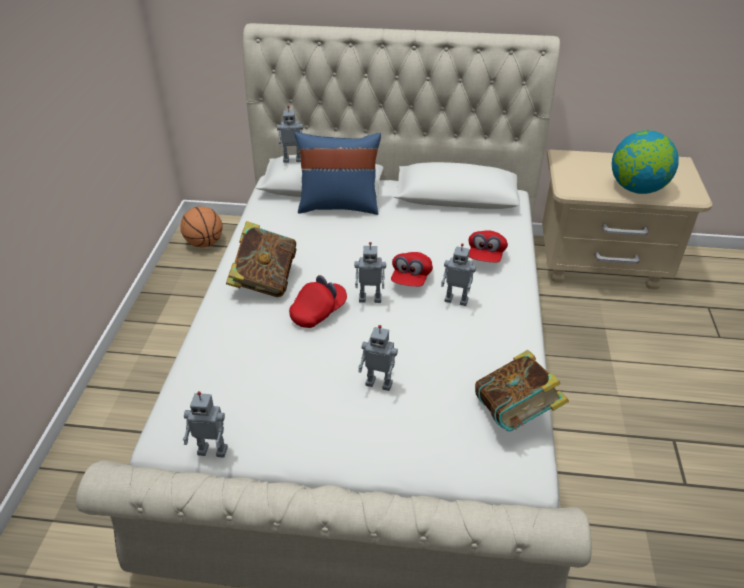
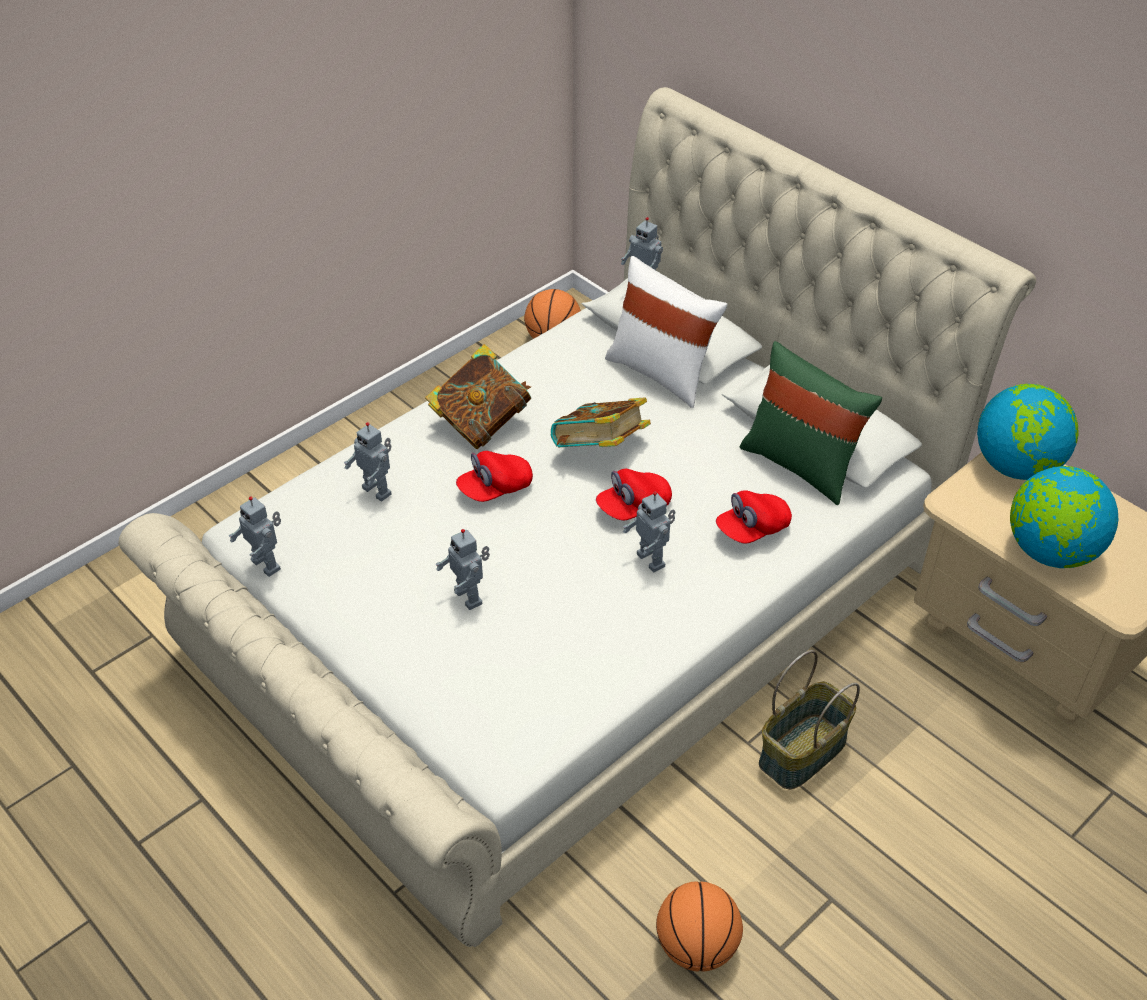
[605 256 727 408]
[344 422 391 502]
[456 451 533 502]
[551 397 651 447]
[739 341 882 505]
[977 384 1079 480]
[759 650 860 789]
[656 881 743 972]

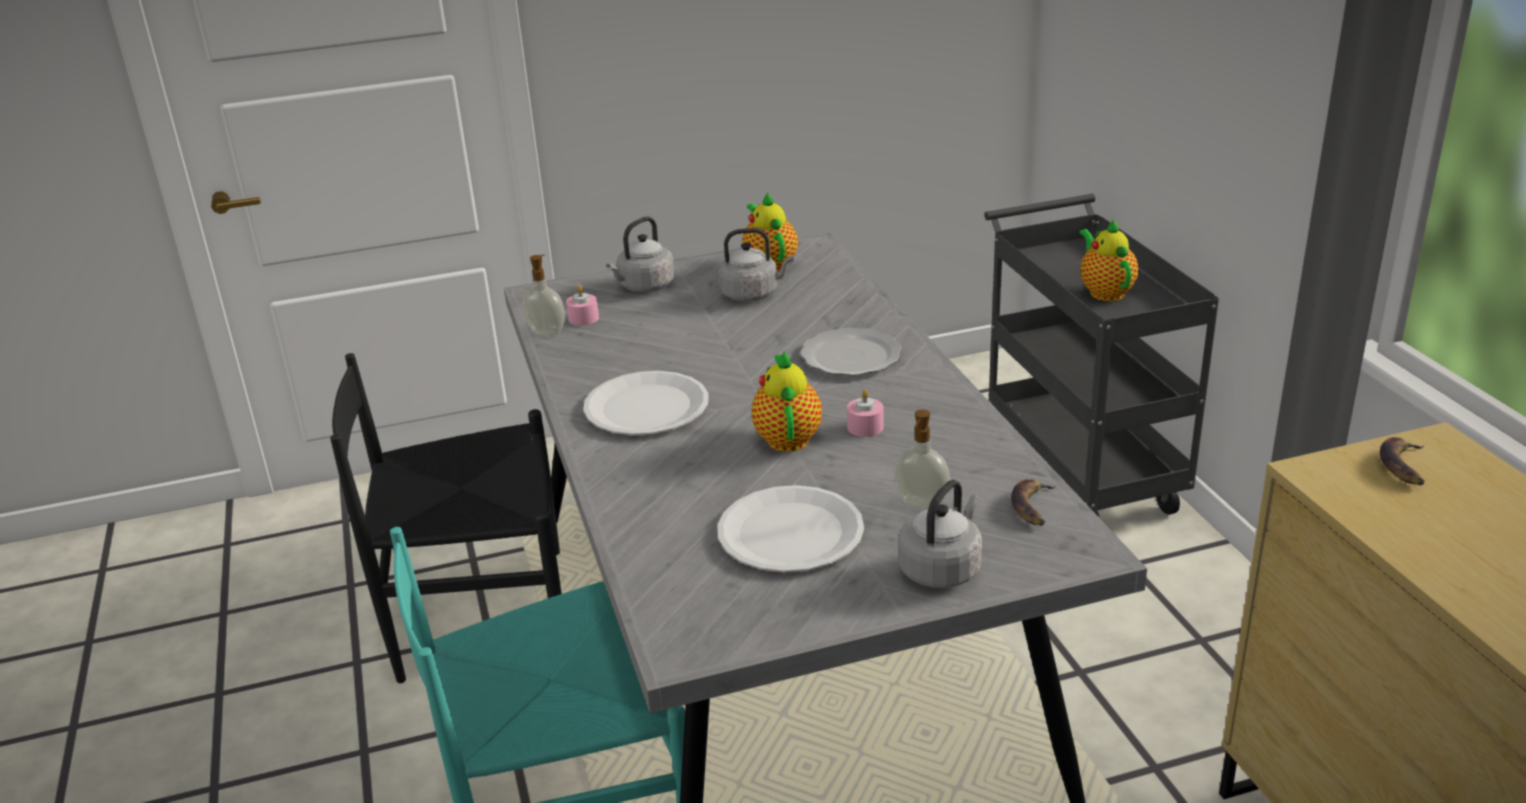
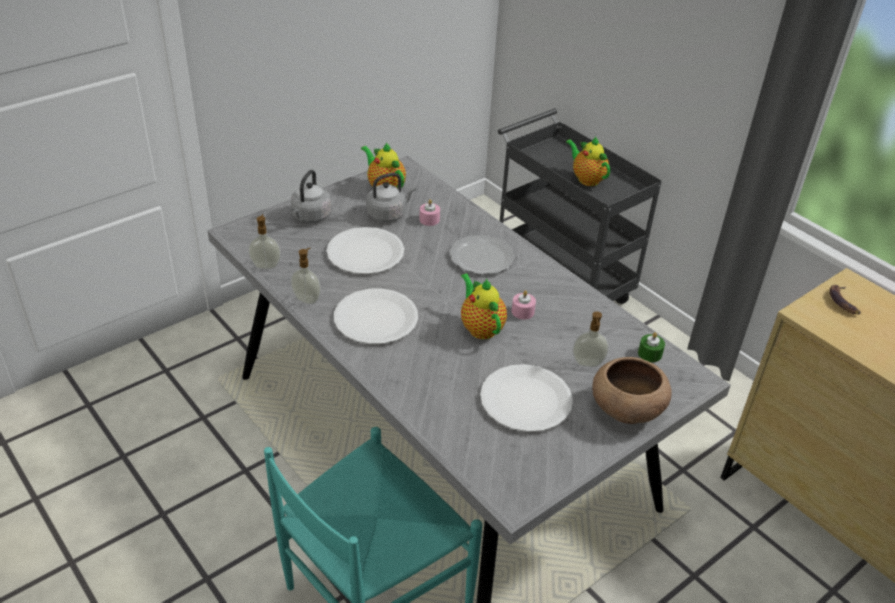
[419 199 440 226]
[330 353 562 683] (first image)
[638 332 665 362]
[592 357 672 424]
[326 227 404 274]
[291 248 321 304]

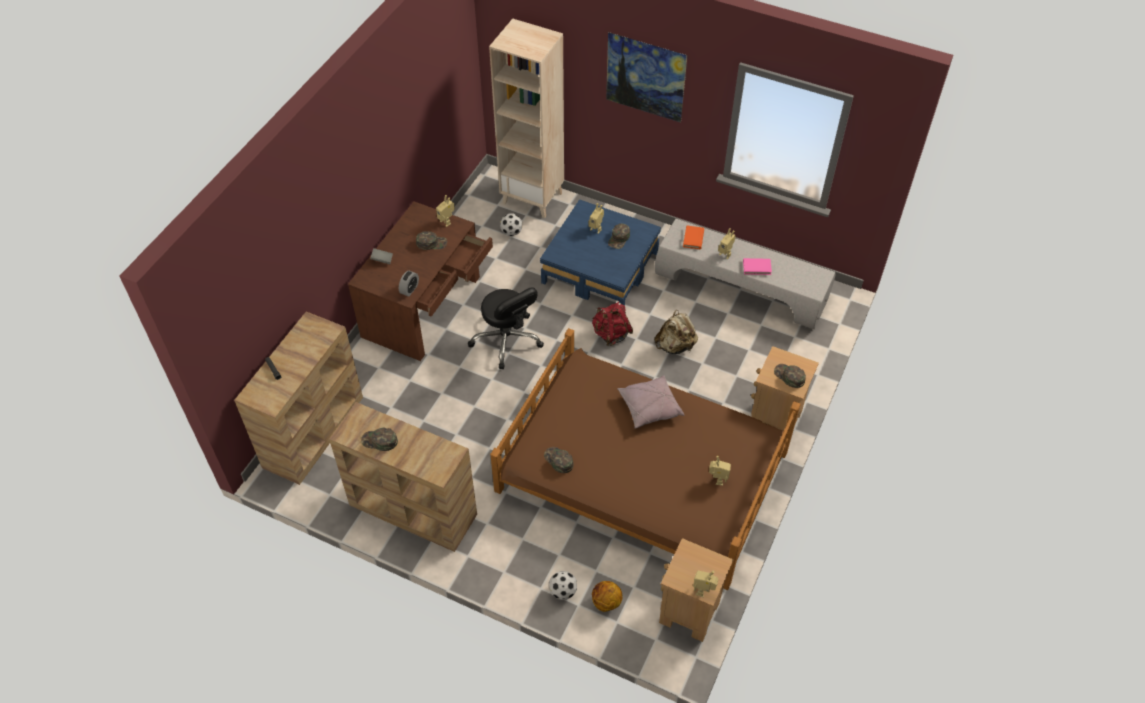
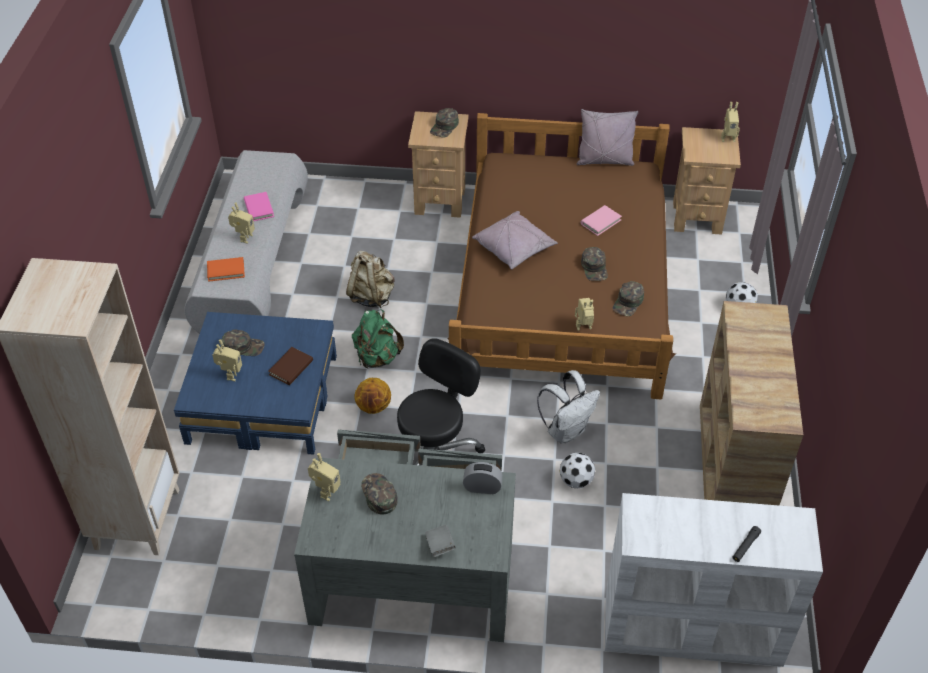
[606 32 688 122] (first image)
[294 430 516 642]
[560 453 595 488]
[352 309 404 369]
[605 493 823 667]
[581 247 608 281]
[575 298 594 331]
[354 378 391 414]
[576 109 638 166]
[580 205 622 236]
[268 347 313 385]
[537 370 600 444]

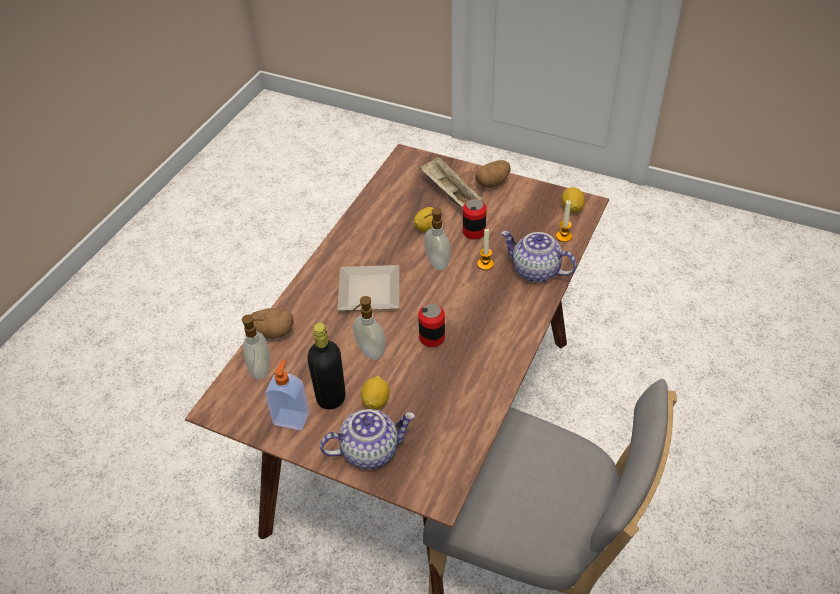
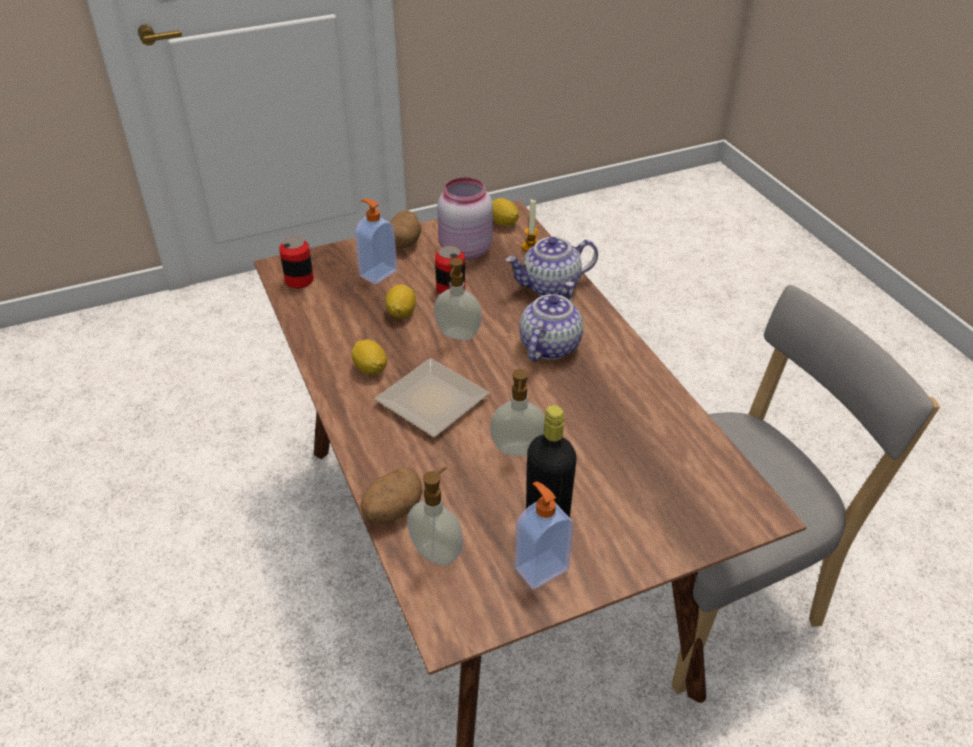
[355 199 397 284]
[477 229 494 270] (first image)
[279 237 314 289]
[351 340 387 375]
[519 282 583 362]
[437 177 493 260]

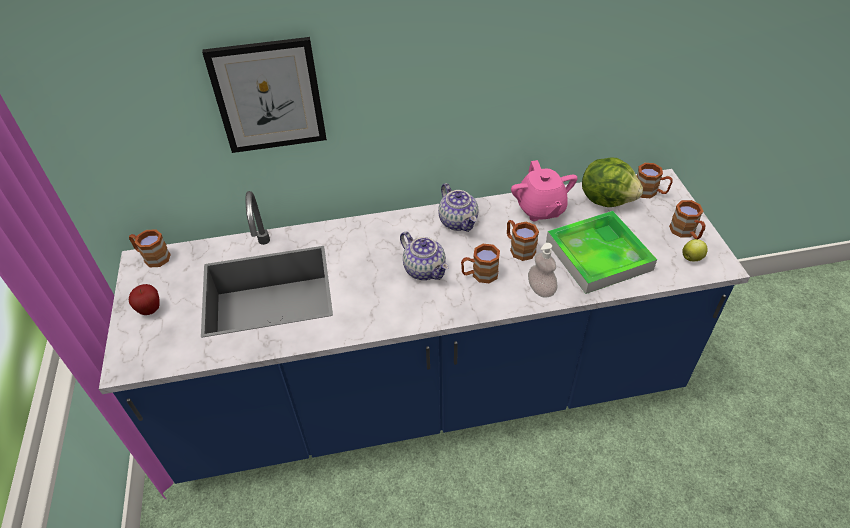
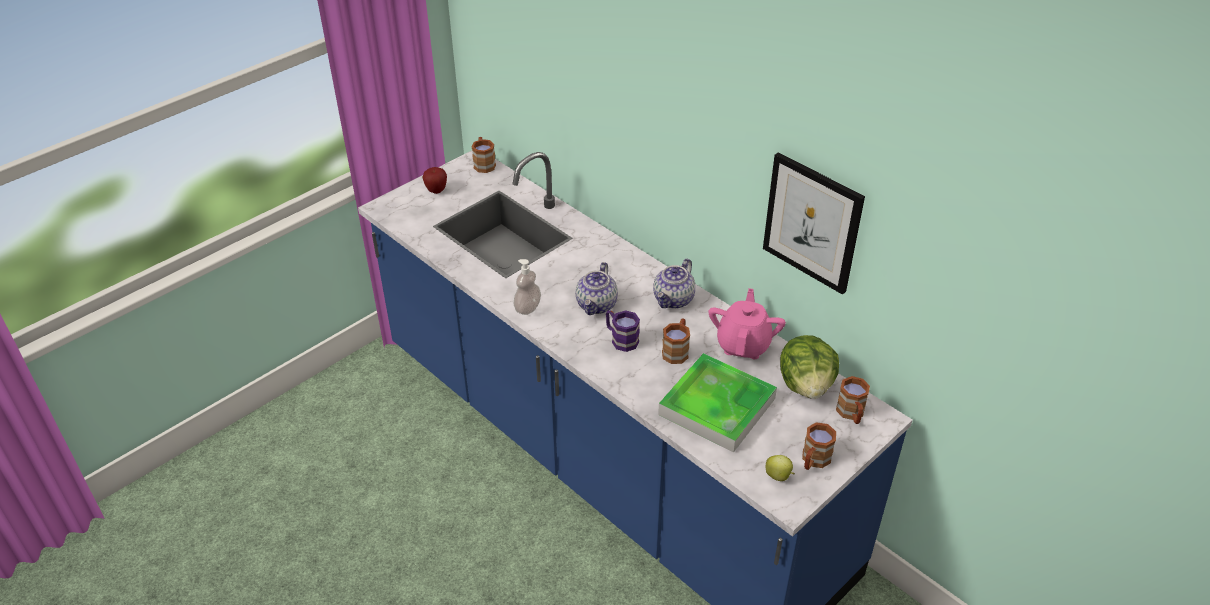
[763 152 865 295]
[708 288 786 359]
[514 259 541 315]
[606 310 640 352]

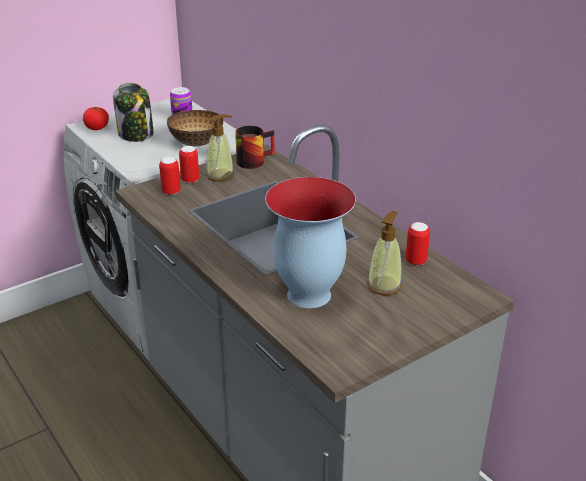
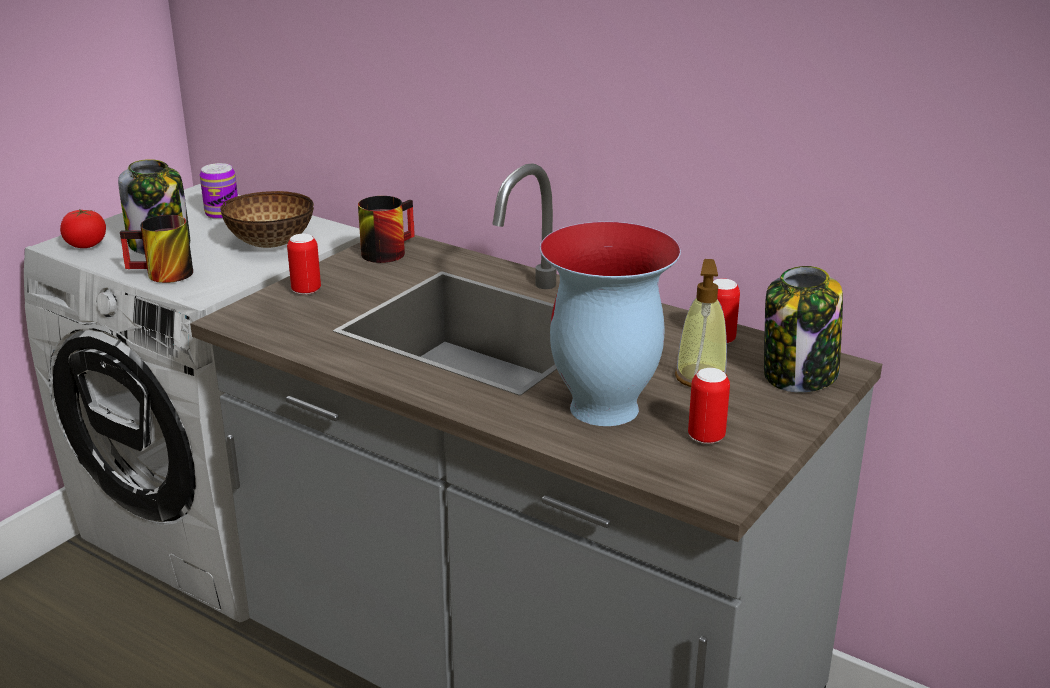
[207 114 234 182] (first image)
[688 368 730 444]
[120 215 193 283]
[764 266 843 393]

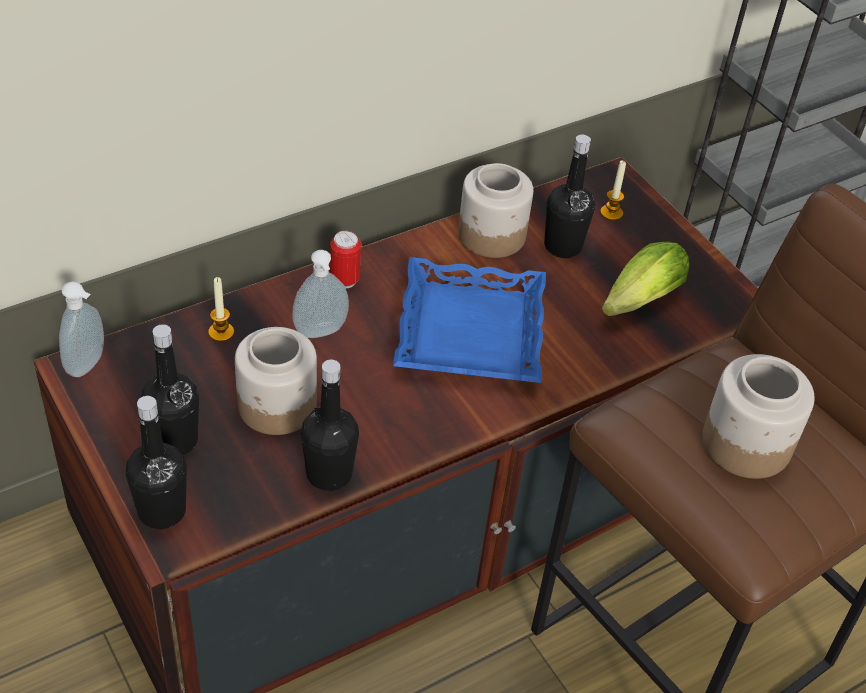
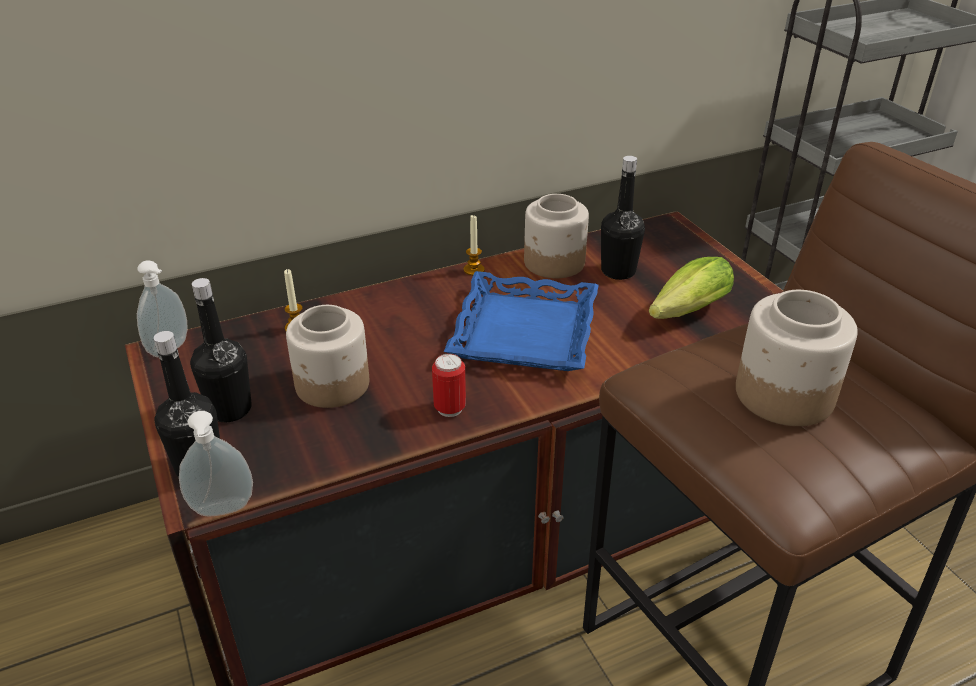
[463 214 485 276]
[432 353 466 417]
[179 411 253 517]
[301 359 359 491] (first image)

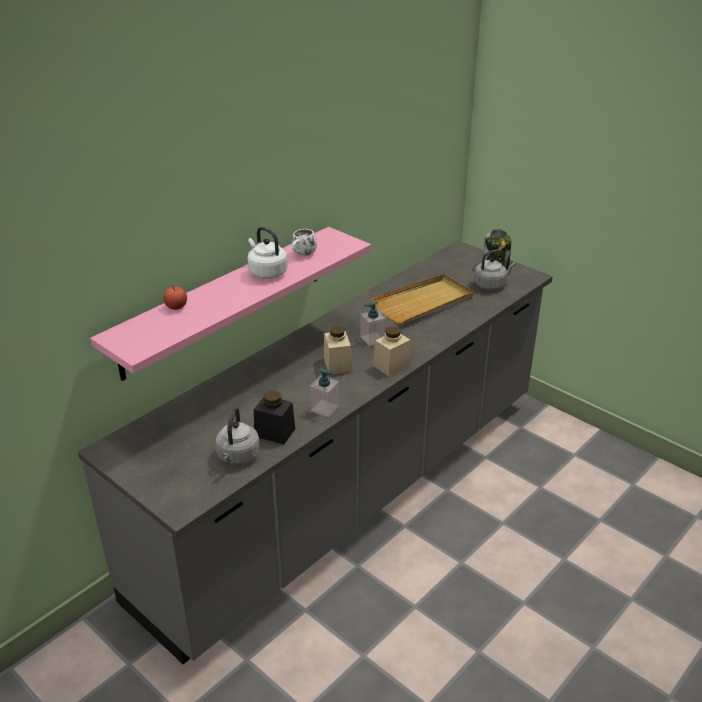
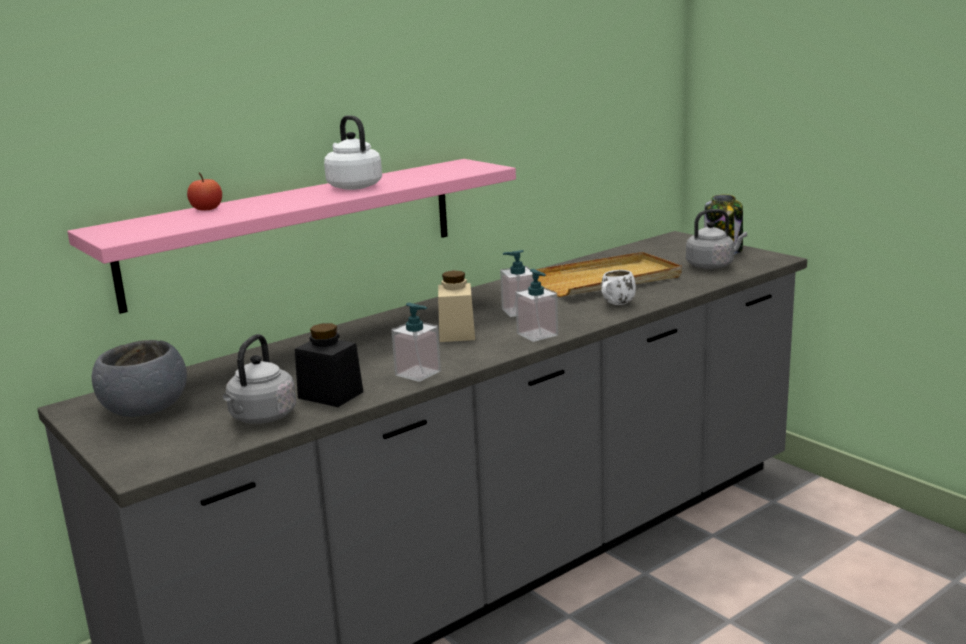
[602 270 636 305]
[515 269 558 342]
[92 340 187 417]

